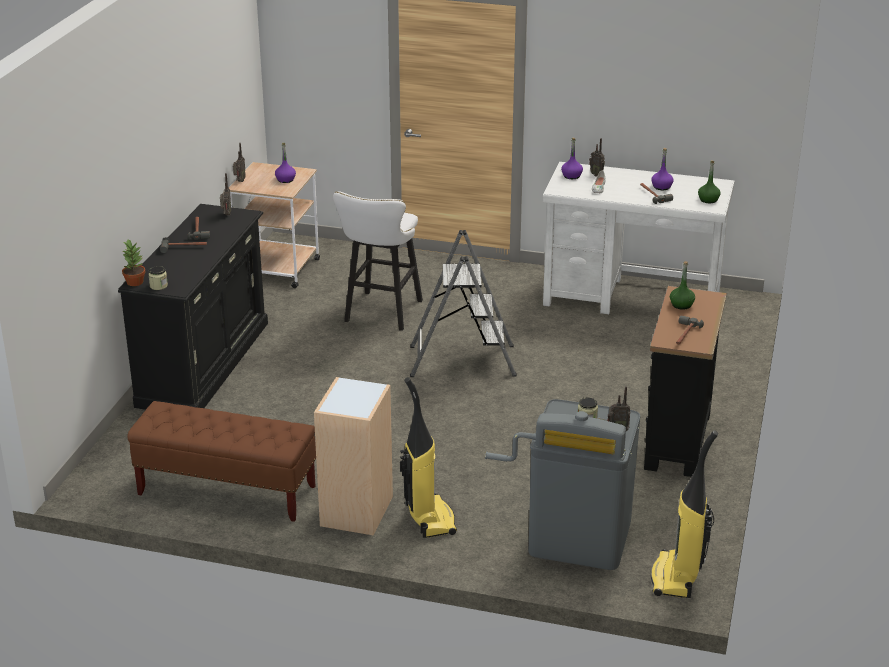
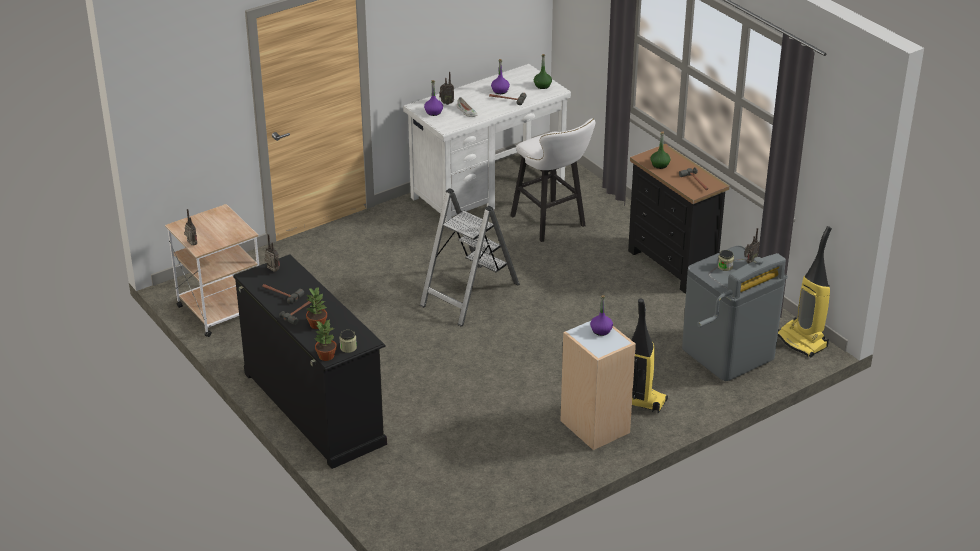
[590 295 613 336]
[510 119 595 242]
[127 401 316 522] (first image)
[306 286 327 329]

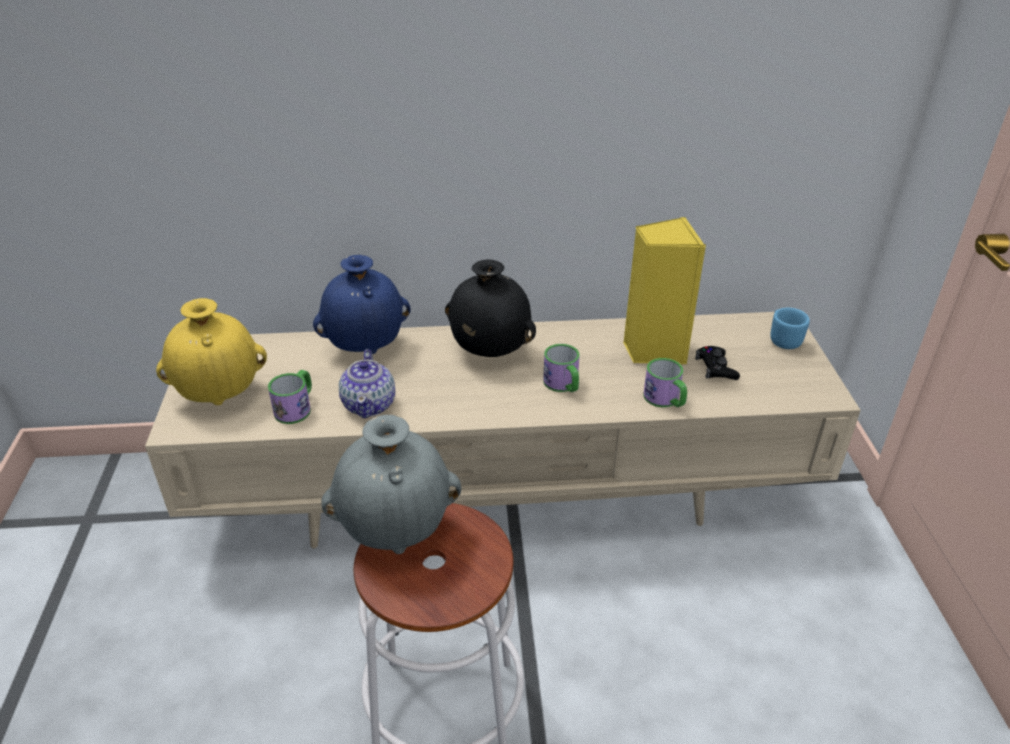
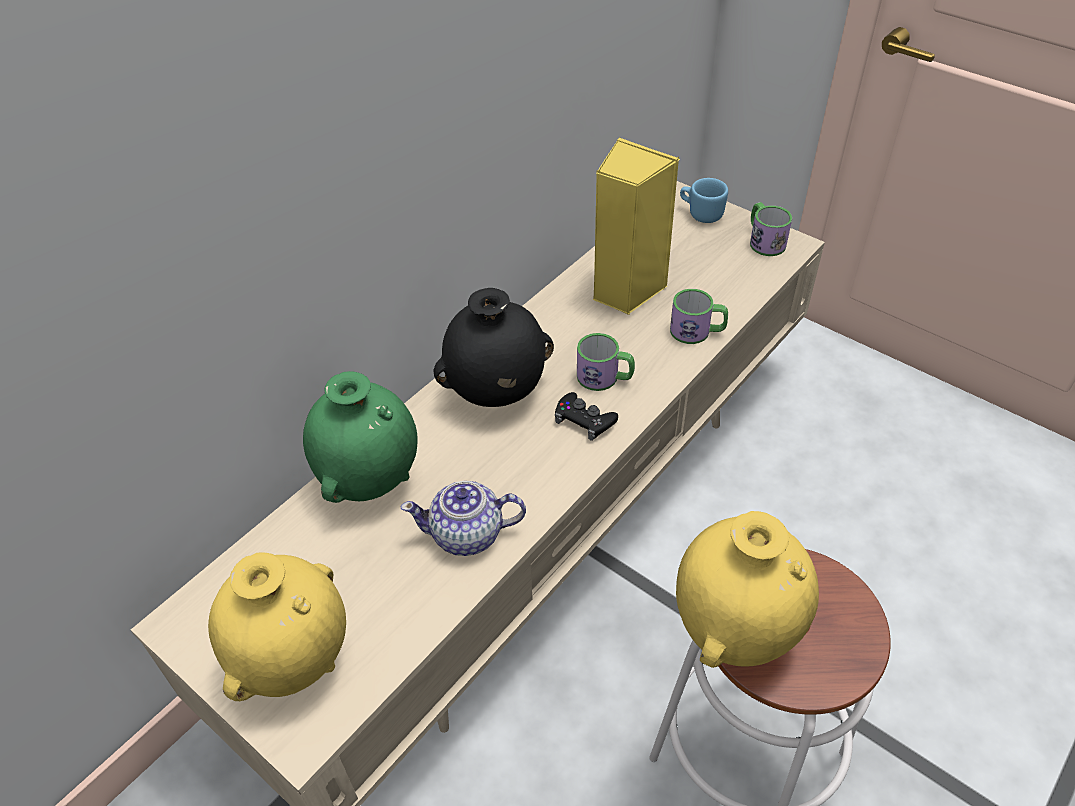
[303 371 418 503]
[555 392 618 441]
[401 481 526 556]
[750 202 792 256]
[676 511 819 668]

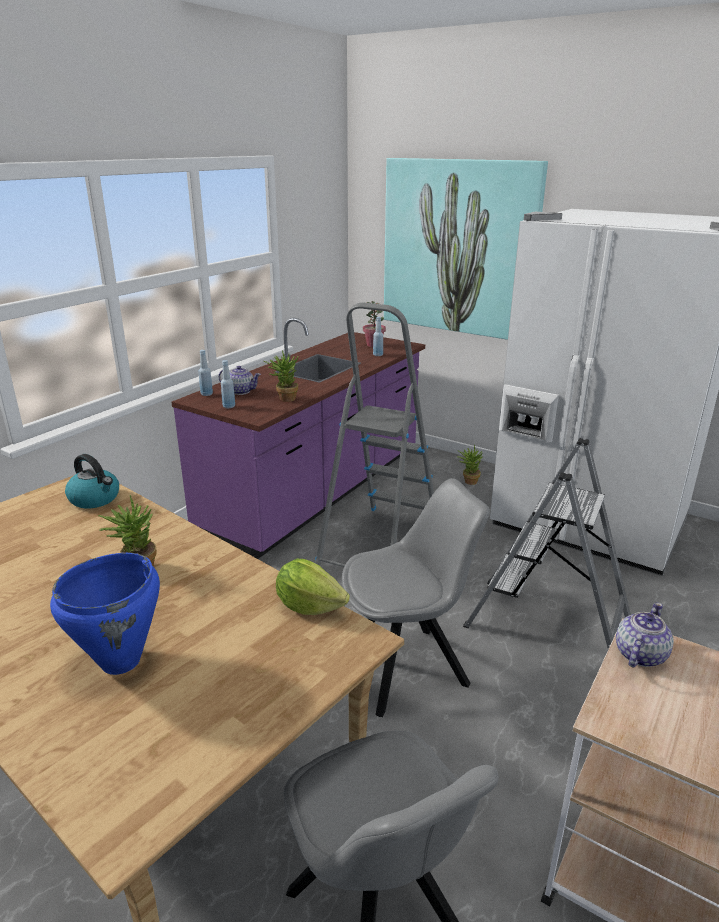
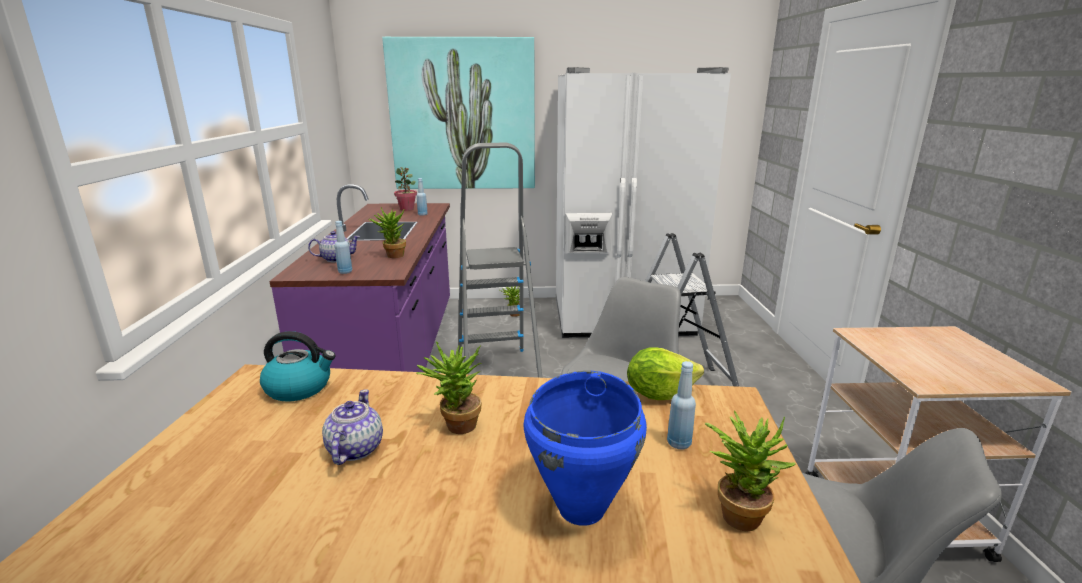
[667 361 696 449]
[322 389 383 465]
[705 411 796 531]

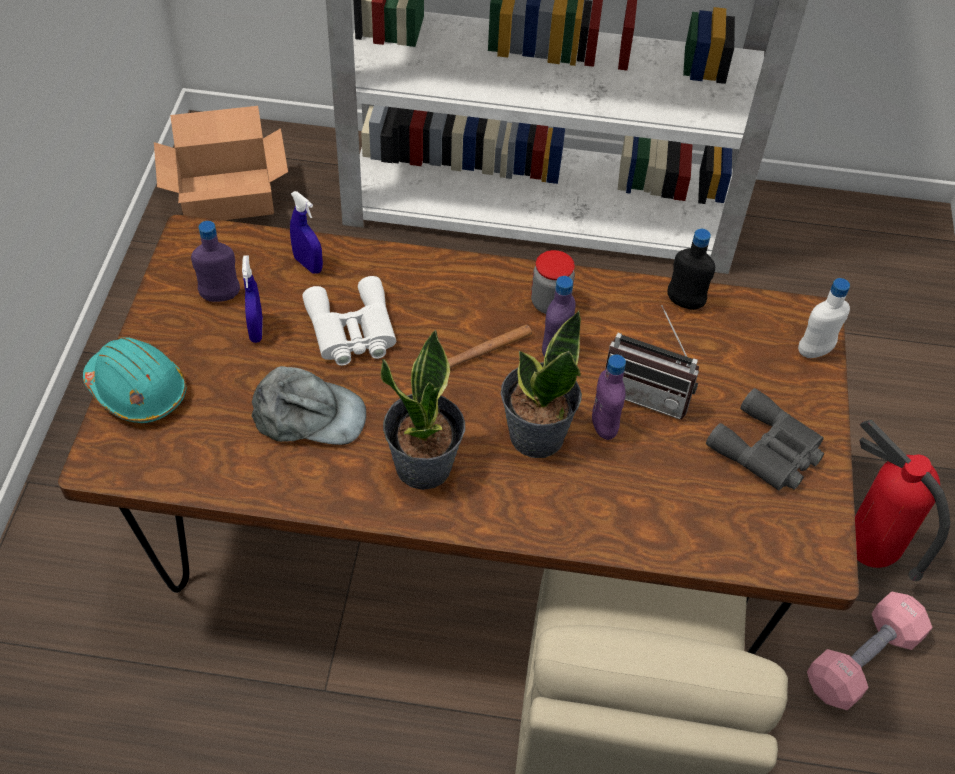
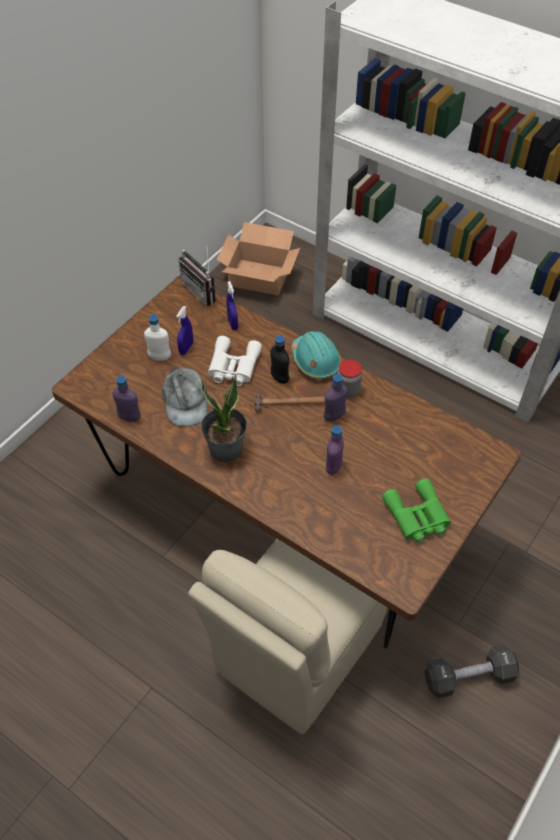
[113 375 141 422]
[270 335 289 384]
[144 314 171 361]
[179 242 216 306]
[501 311 582 458] (first image)
[291 331 342 379]
[162 367 208 426]
[382 478 451 543]
[855 420 950 581] (first image)
[425 645 519 698]

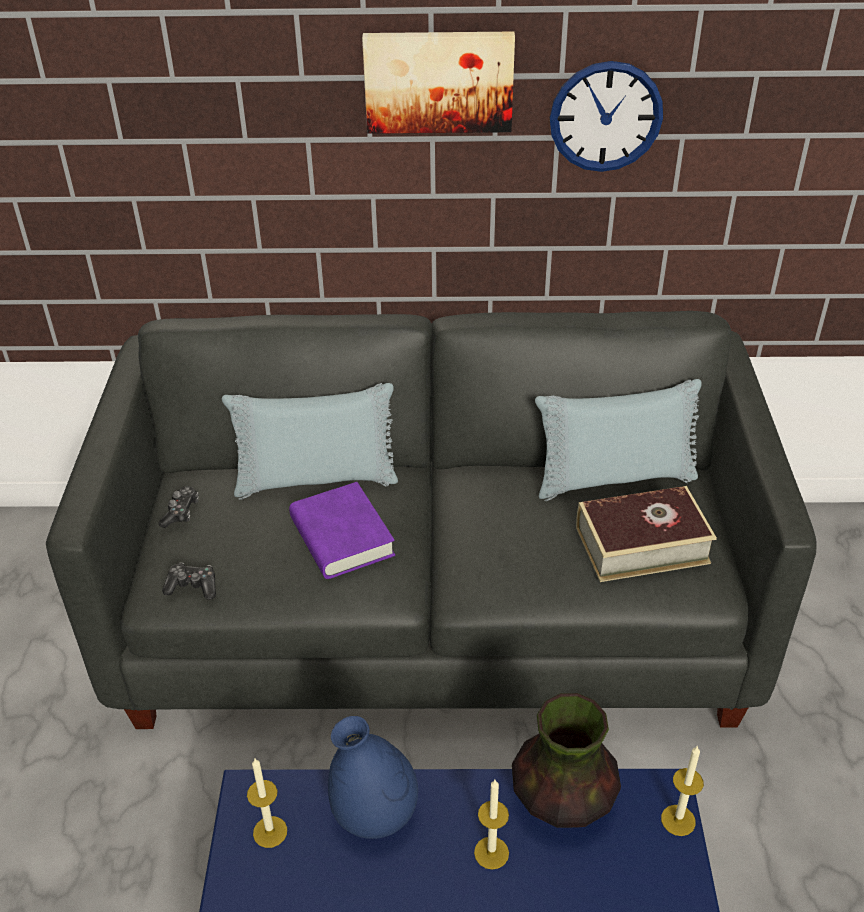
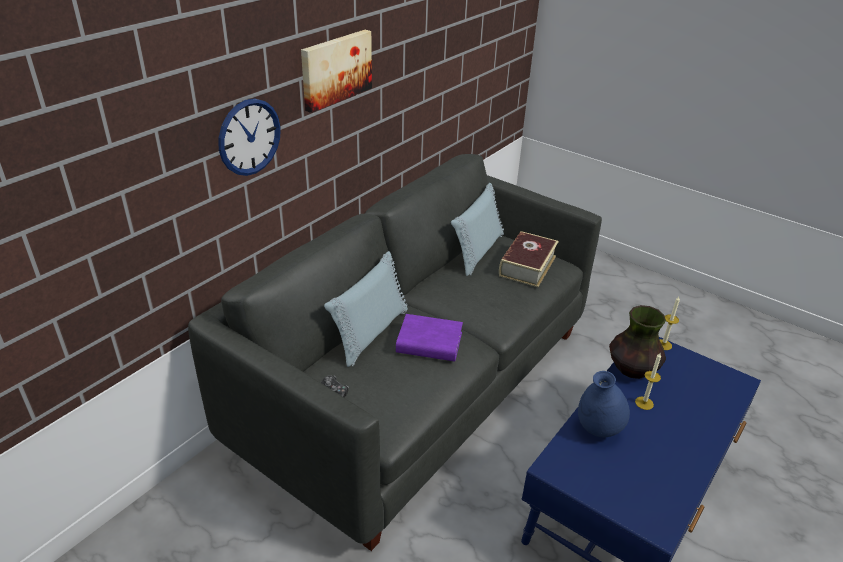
[219 98 281 176]
[162 562 216 600] (first image)
[247 759 287 848] (first image)

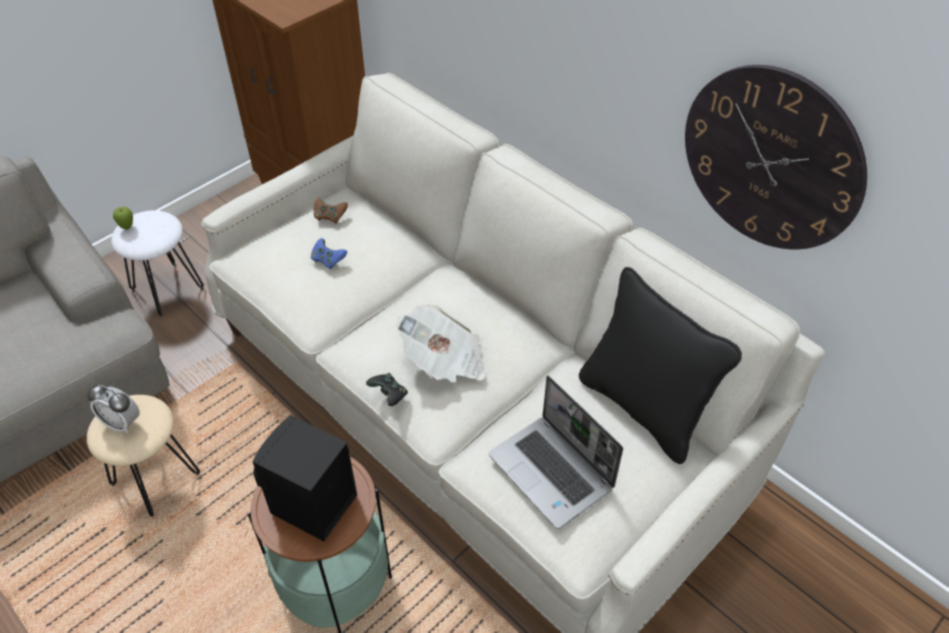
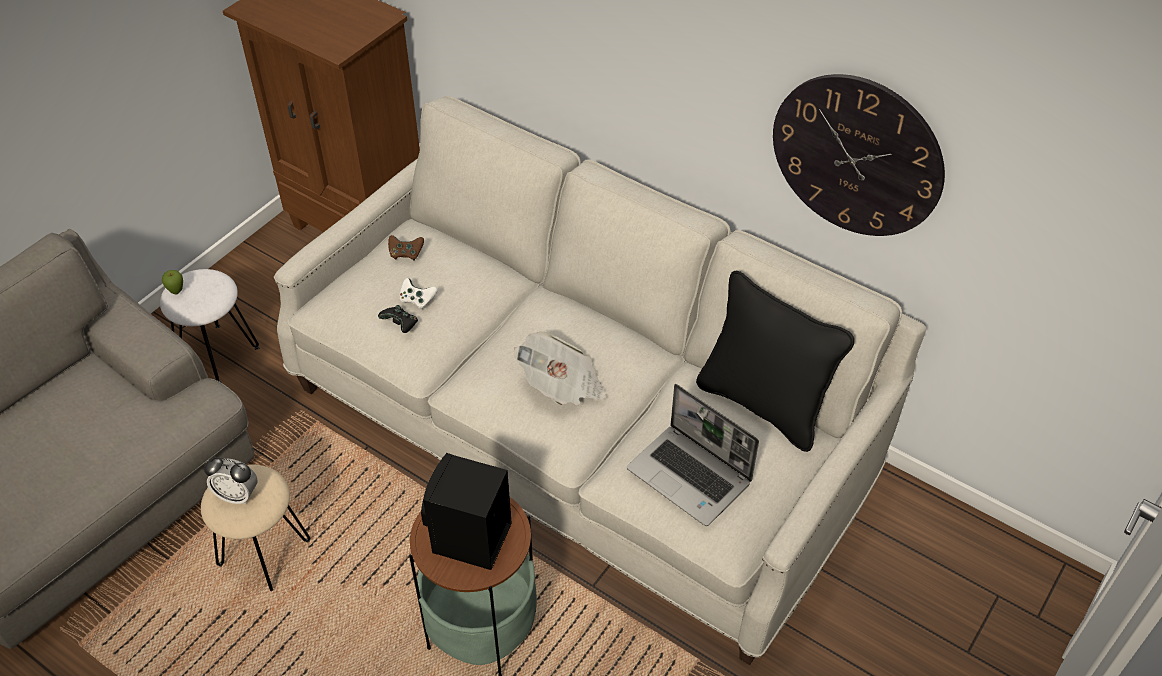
[400 278 437 309]
[378 305 418 333]

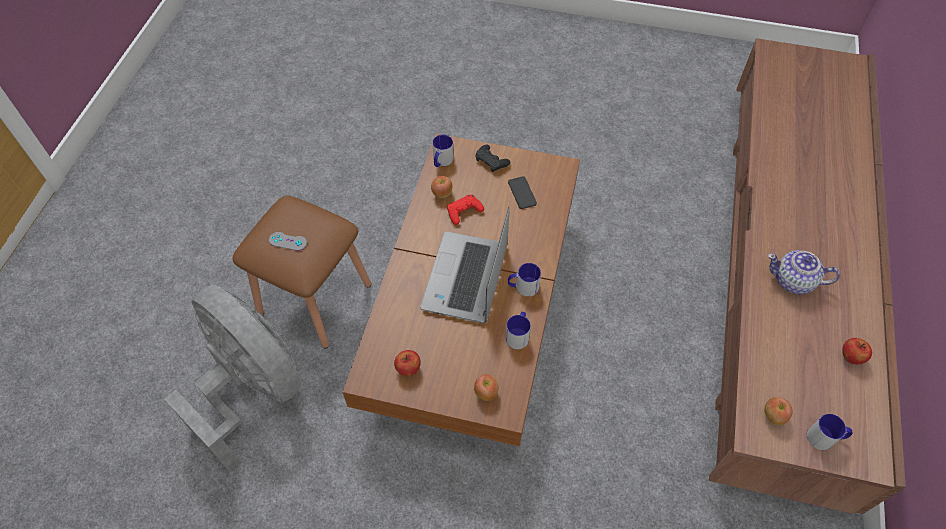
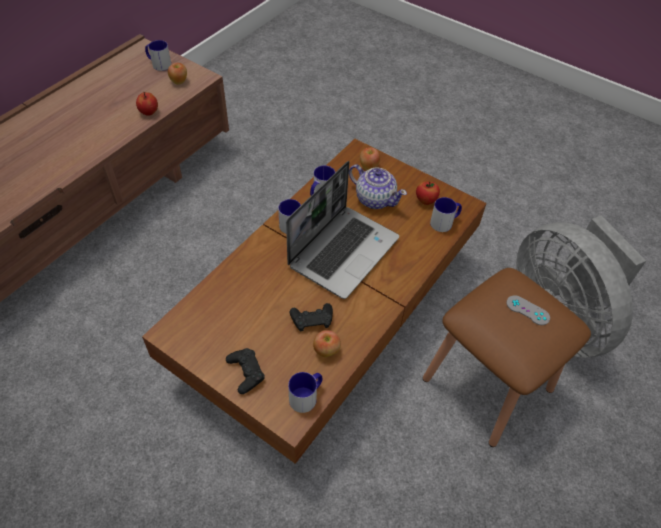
[508 176 537 209] (first image)
[290 303 333 331]
[349 164 407 209]
[136 92 158 116]
[430 197 462 232]

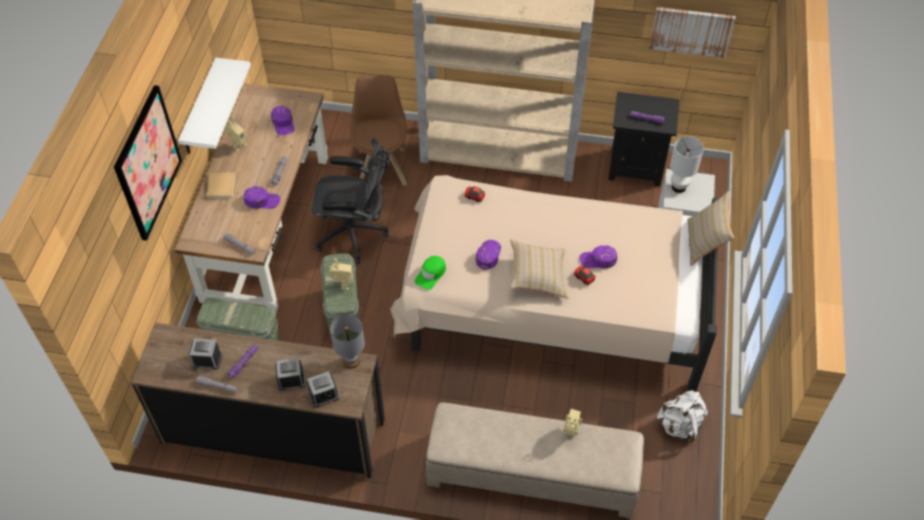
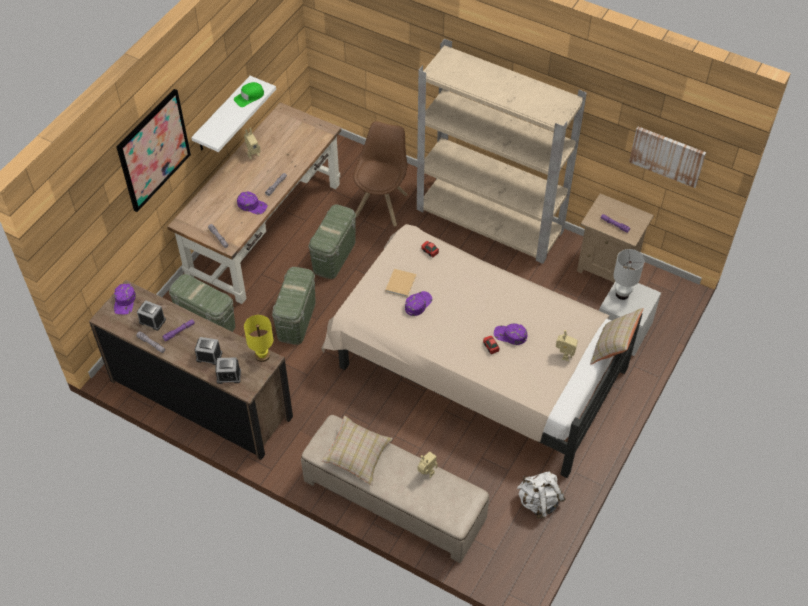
[577 193 654 283]
[114 283 136 314]
[308 204 356 279]
[385 269 416 298]
[321 415 393 486]
[234 82 264 107]
[556 330 578 361]
[244 315 273 362]

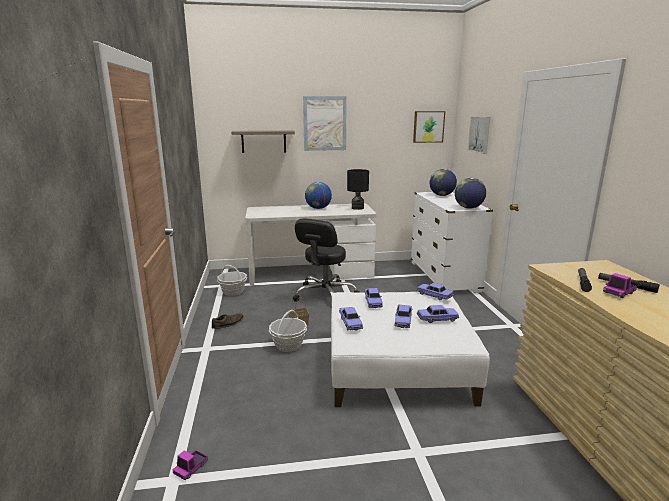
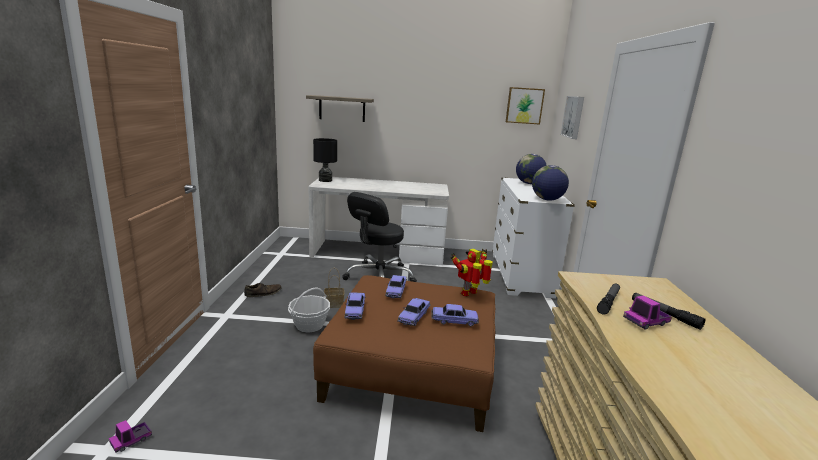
[303 96 347 151] (first image)
[313 138 337 182]
[305 182 332 209] (first image)
[217 265 247 296] (first image)
[451 249 493 297]
[313 275 495 432]

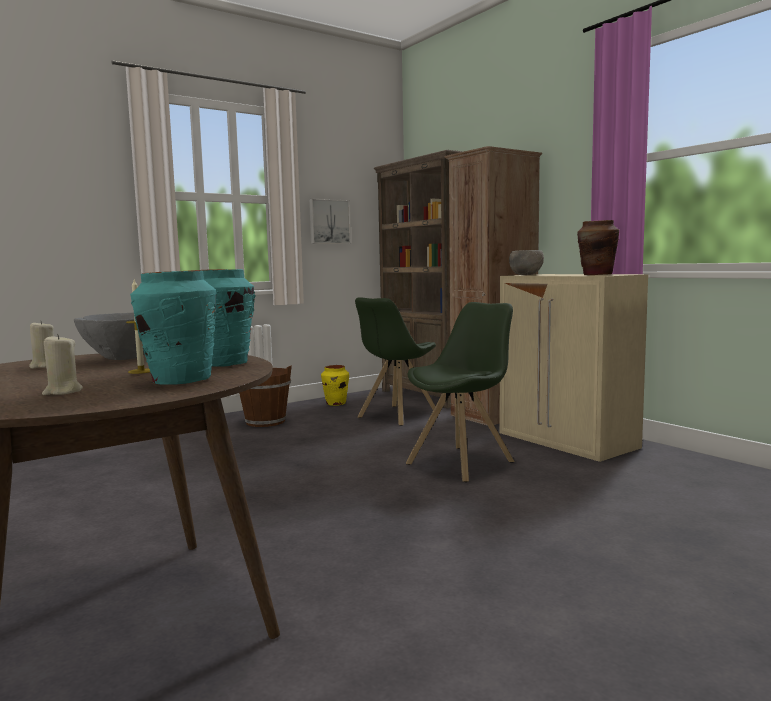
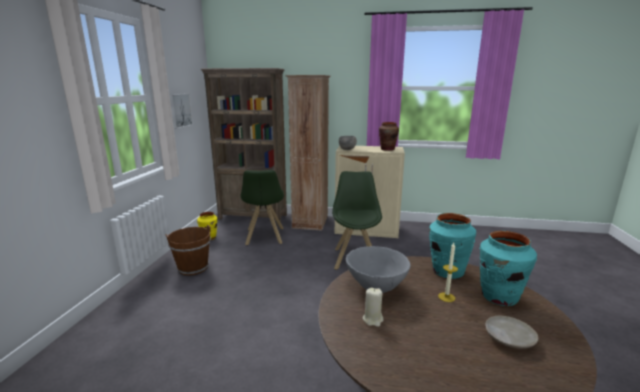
[485 316 538 349]

